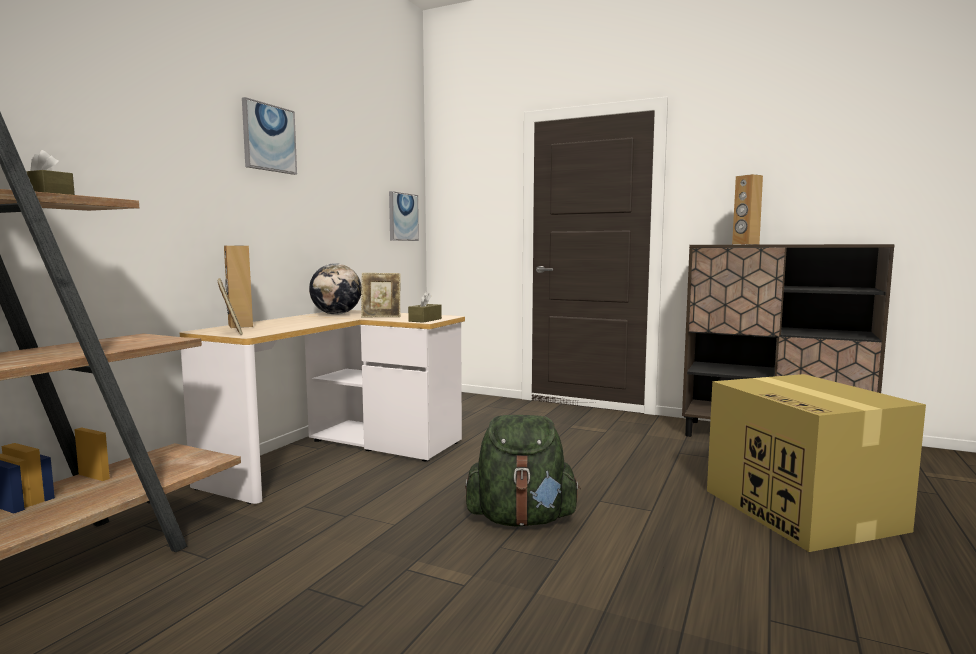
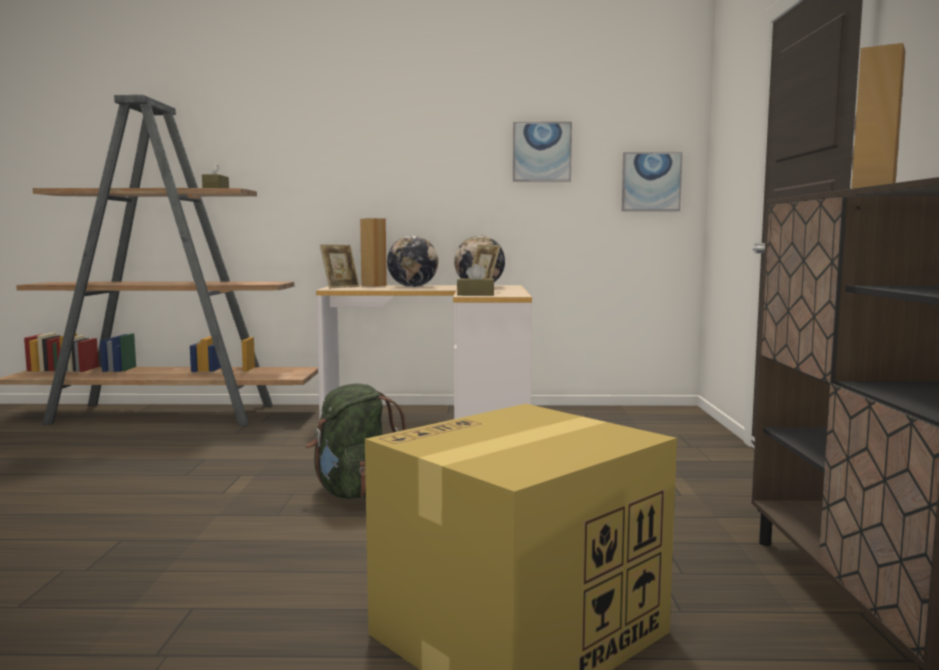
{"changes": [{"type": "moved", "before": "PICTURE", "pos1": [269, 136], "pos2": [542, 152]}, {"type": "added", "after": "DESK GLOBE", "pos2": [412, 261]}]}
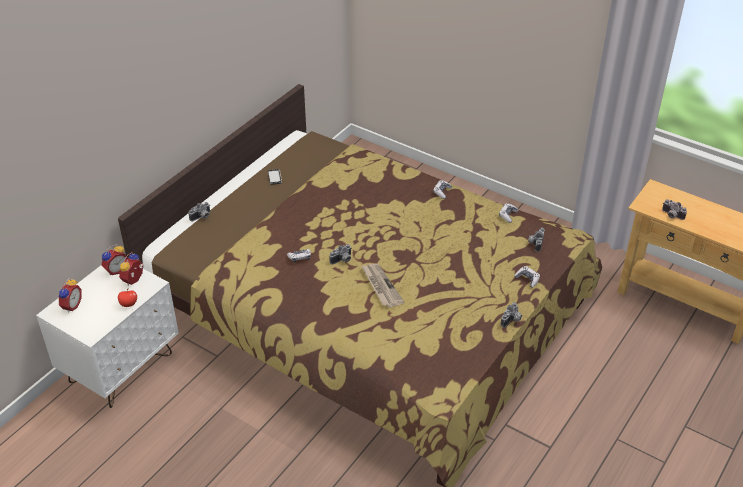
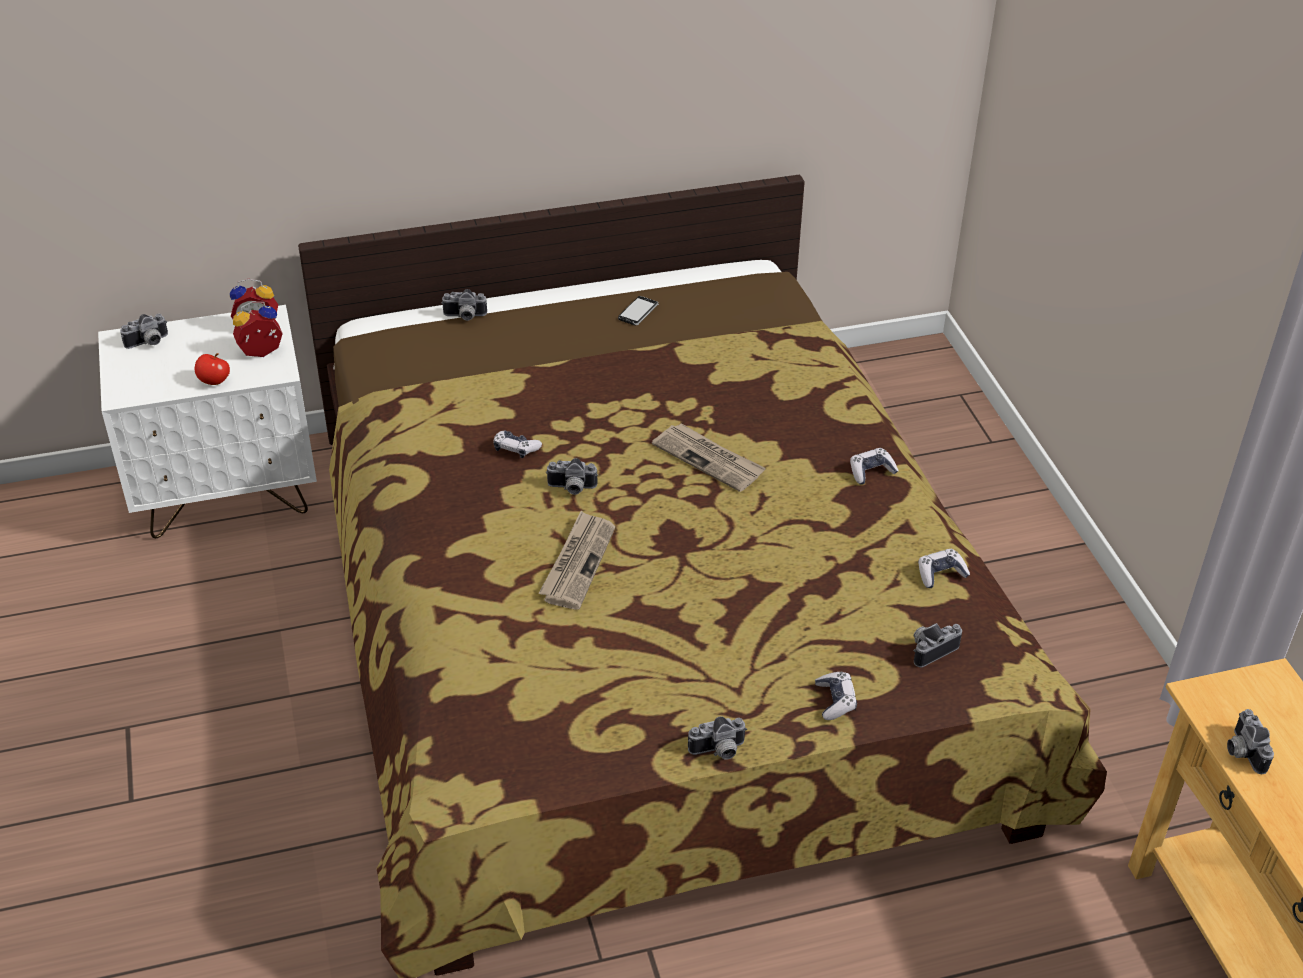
{"changes": [{"type": "replaced", "before": "ALARM CLOCK", "after": "PHOTO CAMERA", "pos1": [69, 295], "pos2": [144, 331]}, {"type": "added", "after": "PRINTED PAPER", "pos2": [709, 457]}]}
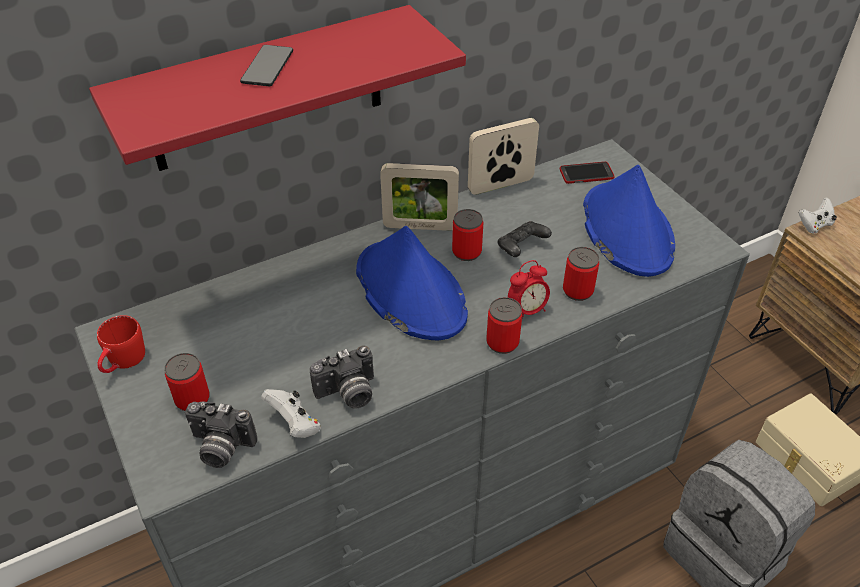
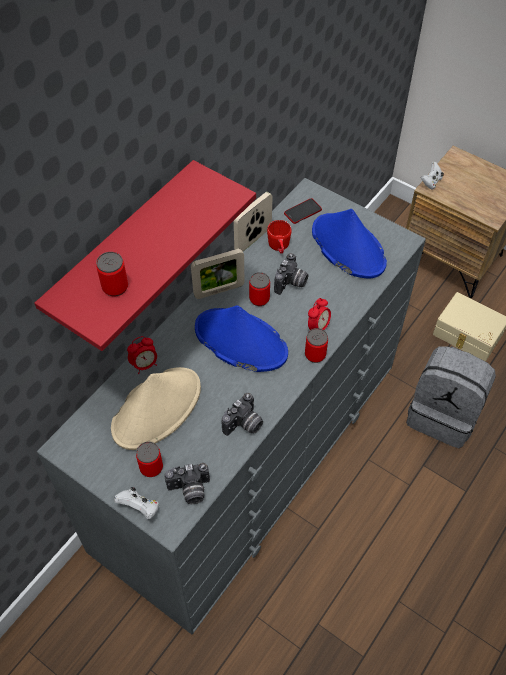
{"changes": [{"type": "removed", "before": "TELEPHONE", "pos1": [266, 66]}, {"type": "replaced", "before": "BLACK GAME CONTROLLER", "after": "PHOTO CAMERA", "pos1": [525, 239], "pos2": [291, 274]}, {"type": "moved", "before": "METAL CAN", "pos1": [581, 274], "pos2": [112, 274]}, {"type": "moved", "before": "REDDISH COFFEE MUG", "pos1": [121, 344], "pos2": [279, 237]}, {"type": "moved", "before": "WHITISH GAME CONTROLLER", "pos1": [291, 413], "pos2": [136, 503]}, {"type": "added", "after": "ALARM CLOCK", "pos2": [142, 355]}, {"type": "added", "after": "BEIGE HAT", "pos2": [156, 408]}]}
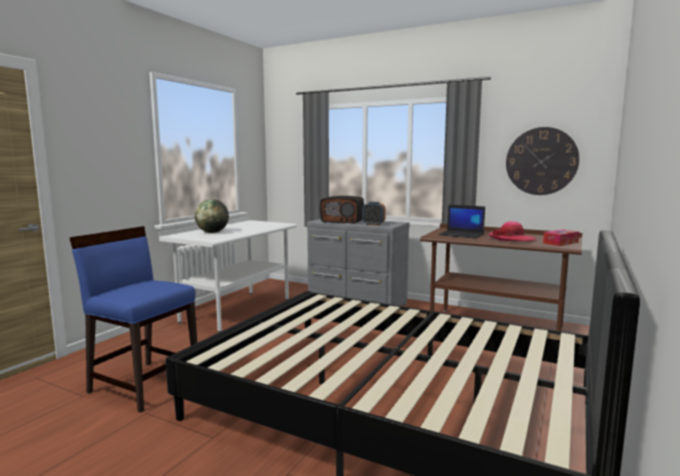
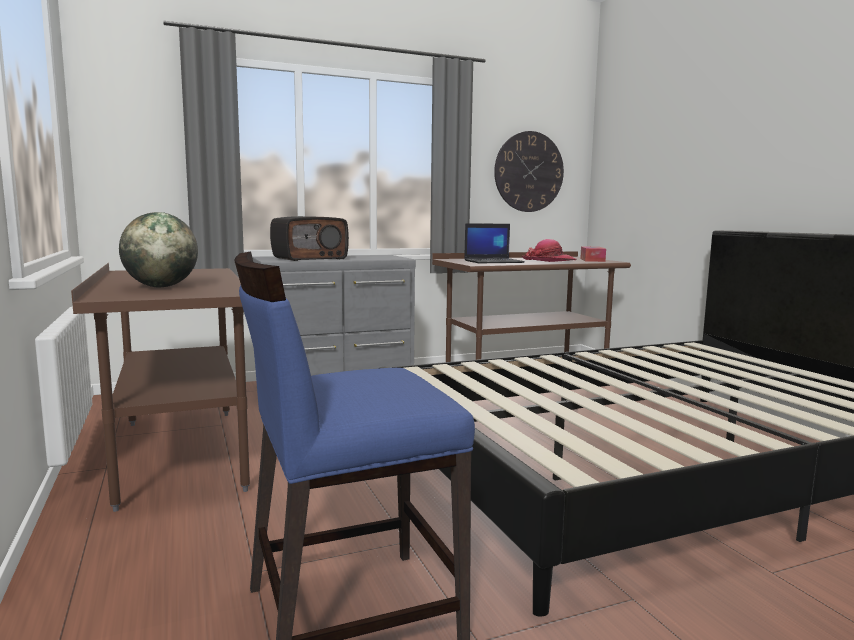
{"changes": [{"type": "removed", "before": "ALARM CLOCK", "pos1": [374, 213]}, {"type": "recoloured", "before": "WHITISH DESK", "after": "BROWNISH DESK", "pos1": [228, 274], "pos2": [160, 387]}]}
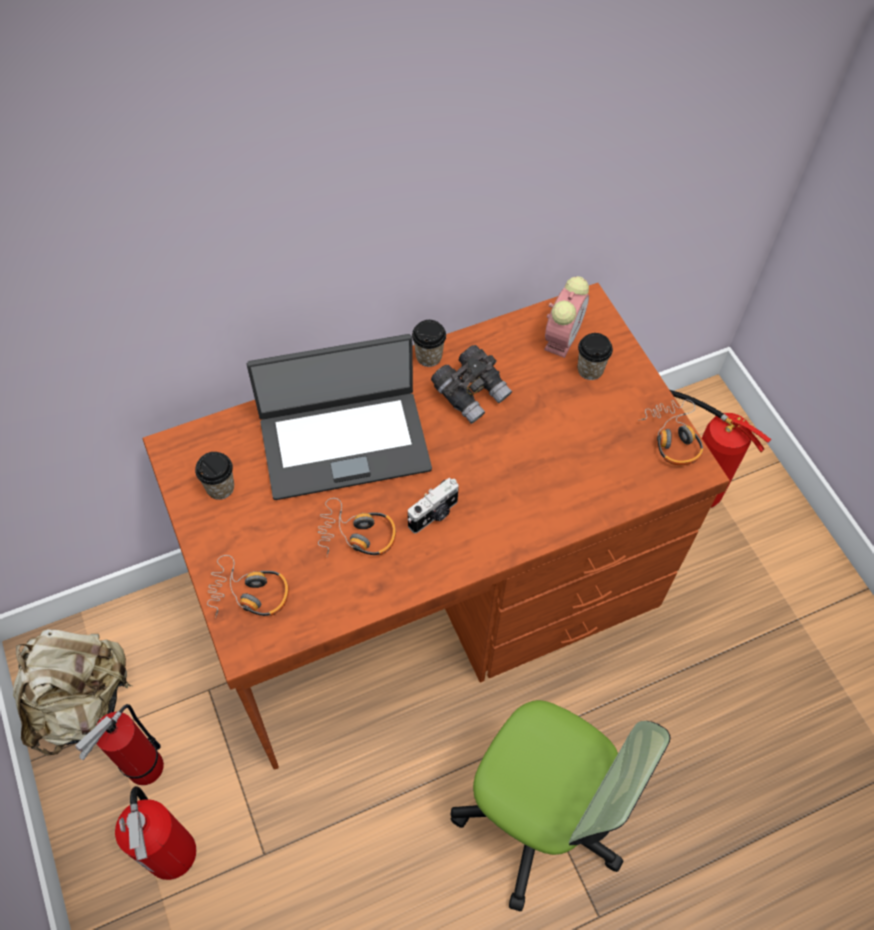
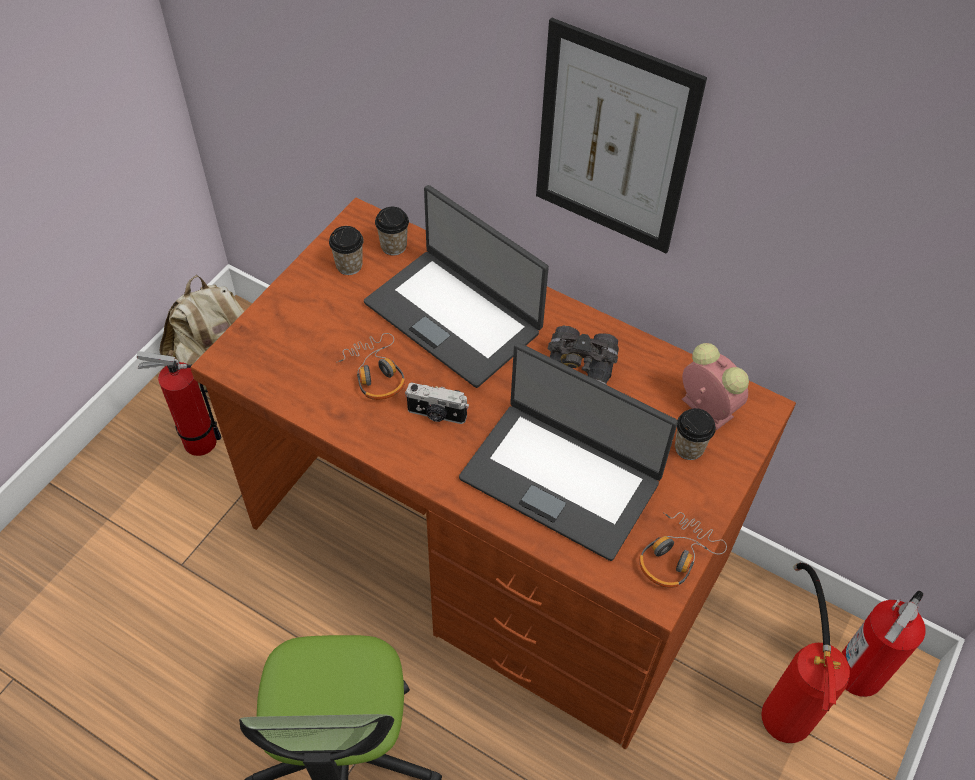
{"changes": [{"type": "turned", "before": "ALARM CLOCK", "pos1": [566, 317], "pos2": [715, 386], "turn": -120}, {"type": "moved", "before": "CUP", "pos1": [429, 343], "pos2": [392, 231]}, {"type": "removed", "before": "HEADSET", "pos1": [248, 586]}, {"type": "moved", "before": "FIRE EXTINGUISHER", "pos1": [155, 833], "pos2": [883, 644]}, {"type": "added", "after": "PICTURE", "pos2": [621, 135]}, {"type": "added", "after": "NOTEBOOK COMPUTER", "pos2": [568, 452]}]}
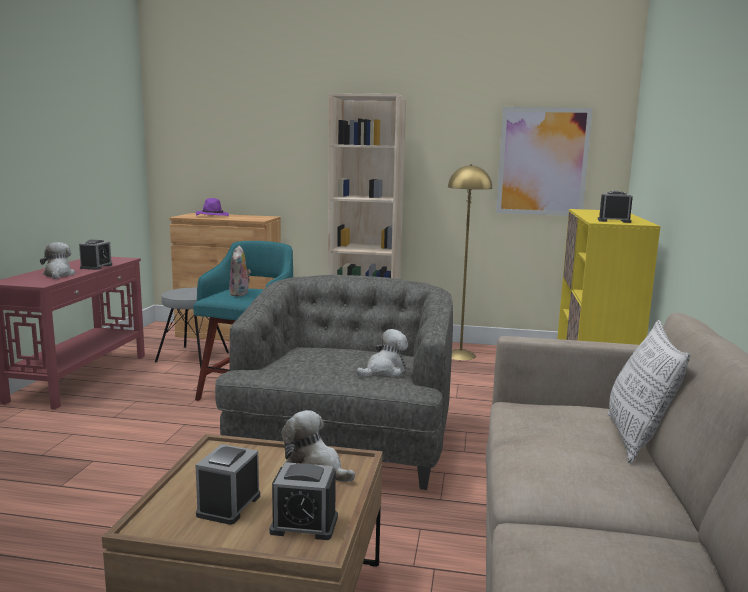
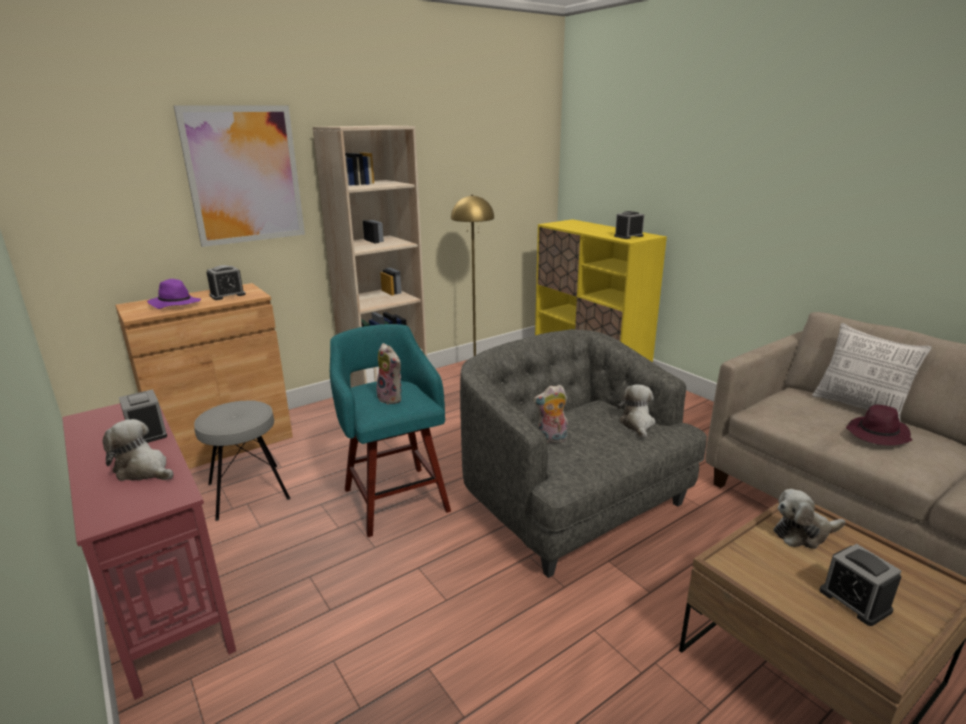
{"changes": [{"type": "moved", "before": "PICTURE", "pos1": [544, 161], "pos2": [239, 176]}, {"type": "moved", "before": "ALARM CLOCK", "pos1": [303, 501], "pos2": [226, 282]}, {"type": "added", "after": "PLUSH TOY", "pos2": [550, 414]}, {"type": "added", "after": "PURPLE HAT", "pos2": [879, 425]}]}
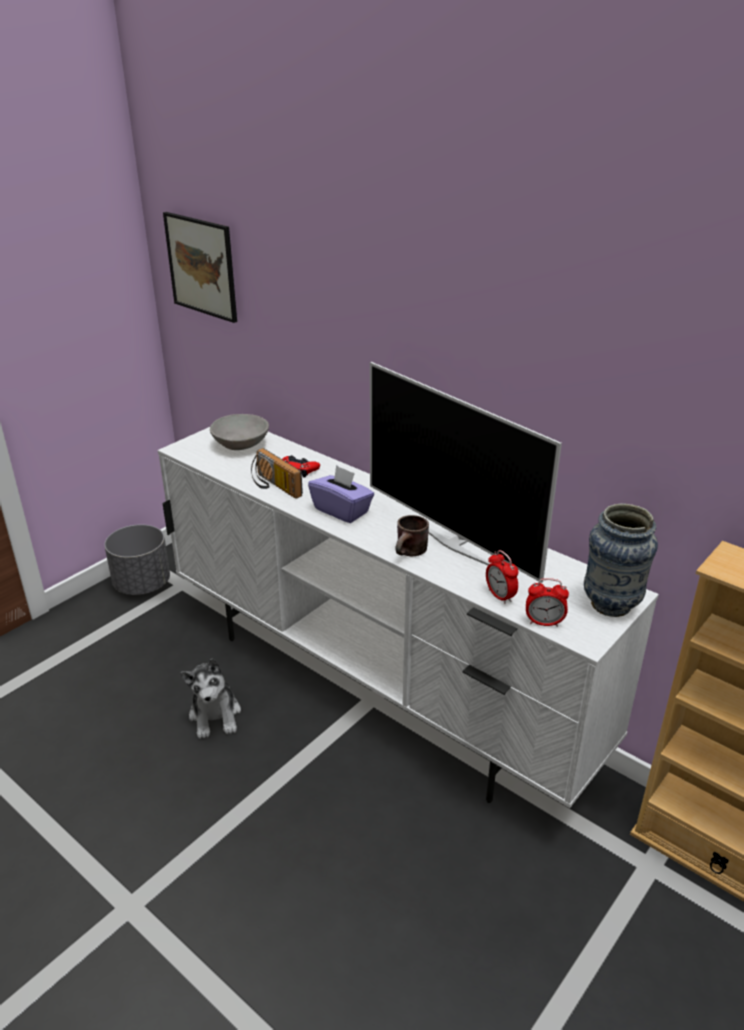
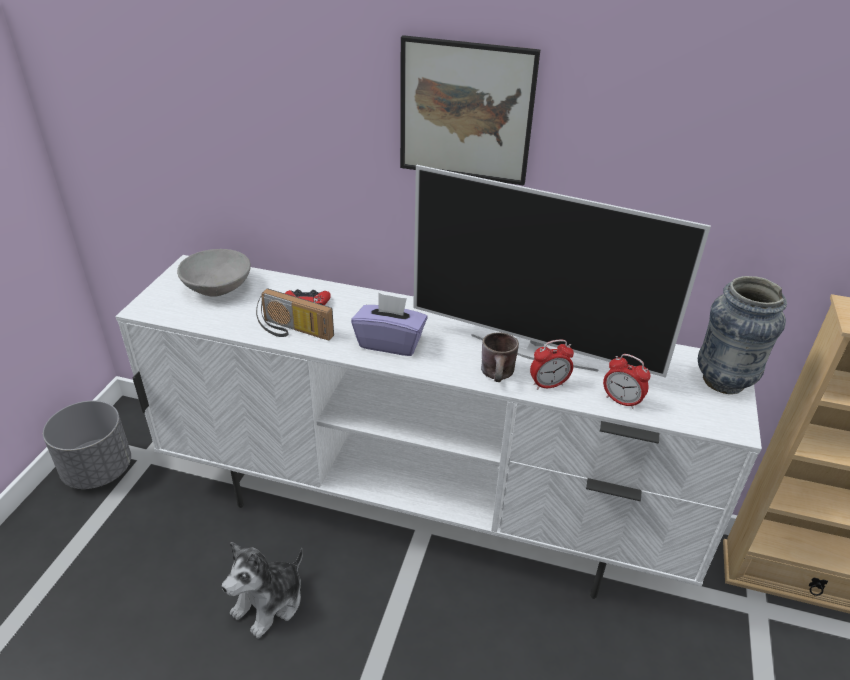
{"changes": [{"type": "moved", "before": "PICTURE", "pos1": [200, 267], "pos2": [470, 110]}, {"type": "moved", "before": "ALARM CLOCK", "pos1": [547, 602], "pos2": [552, 364]}, {"type": "turned", "before": "PLUSH TOY", "pos1": [210, 698], "pos2": [262, 590], "turn": 75}]}
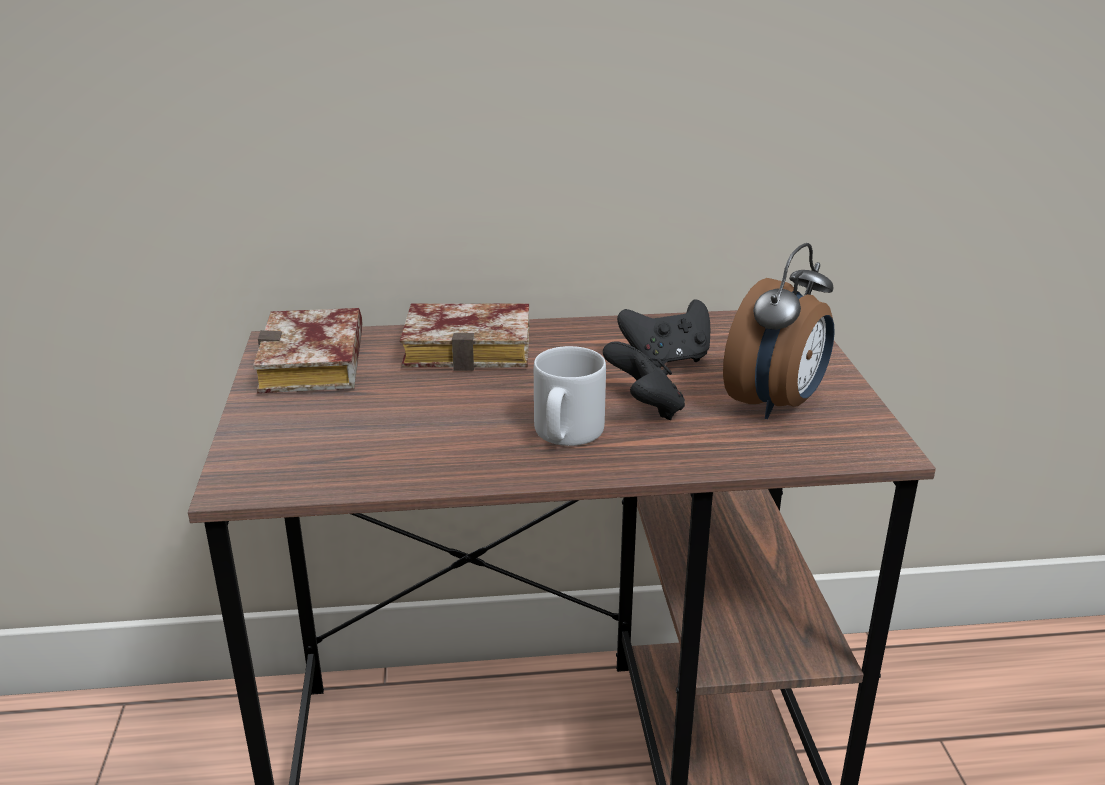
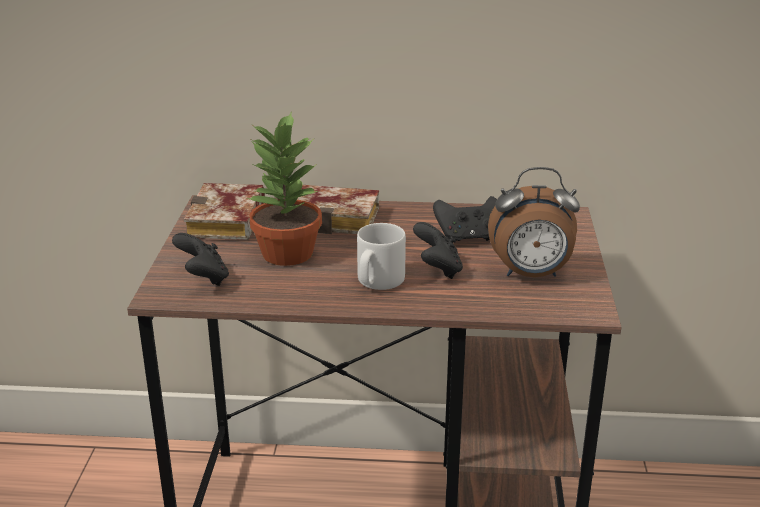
{"changes": [{"type": "turned", "before": "ALARM CLOCK", "pos1": [779, 331], "pos2": [534, 222], "turn": 45}, {"type": "added", "after": "PLANT IN A POT", "pos2": [284, 188]}, {"type": "added", "after": "BLACK GAME CONTROLLER", "pos2": [200, 259]}]}
